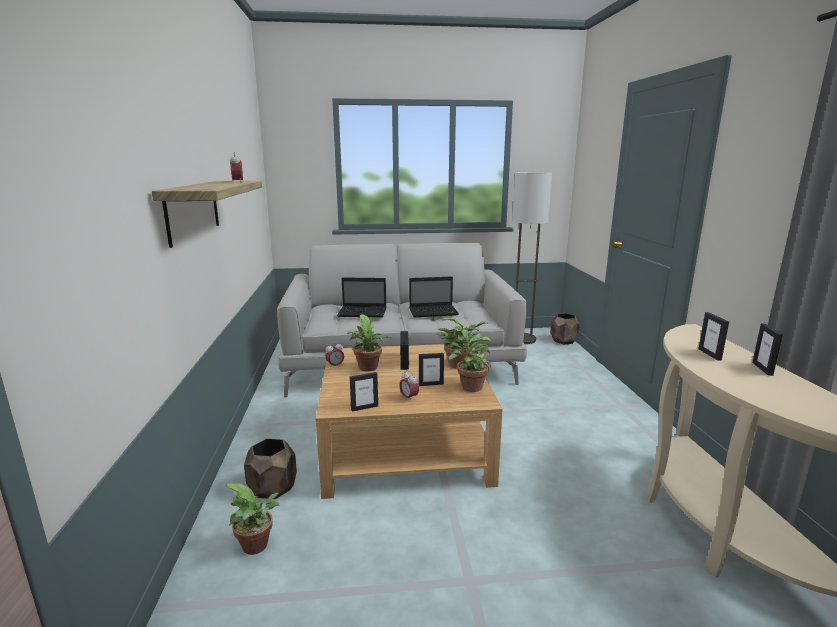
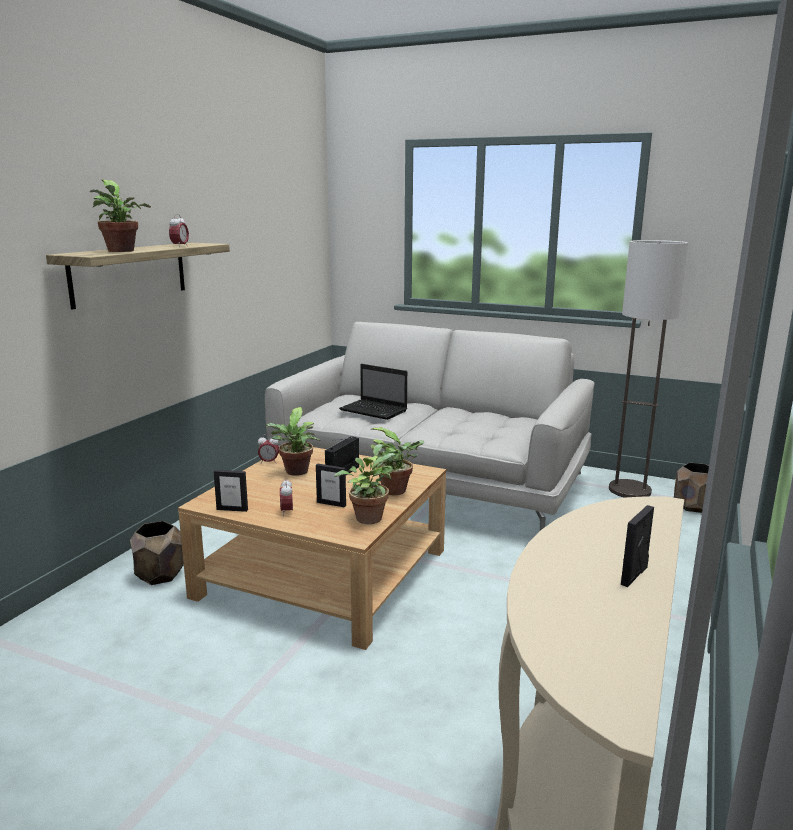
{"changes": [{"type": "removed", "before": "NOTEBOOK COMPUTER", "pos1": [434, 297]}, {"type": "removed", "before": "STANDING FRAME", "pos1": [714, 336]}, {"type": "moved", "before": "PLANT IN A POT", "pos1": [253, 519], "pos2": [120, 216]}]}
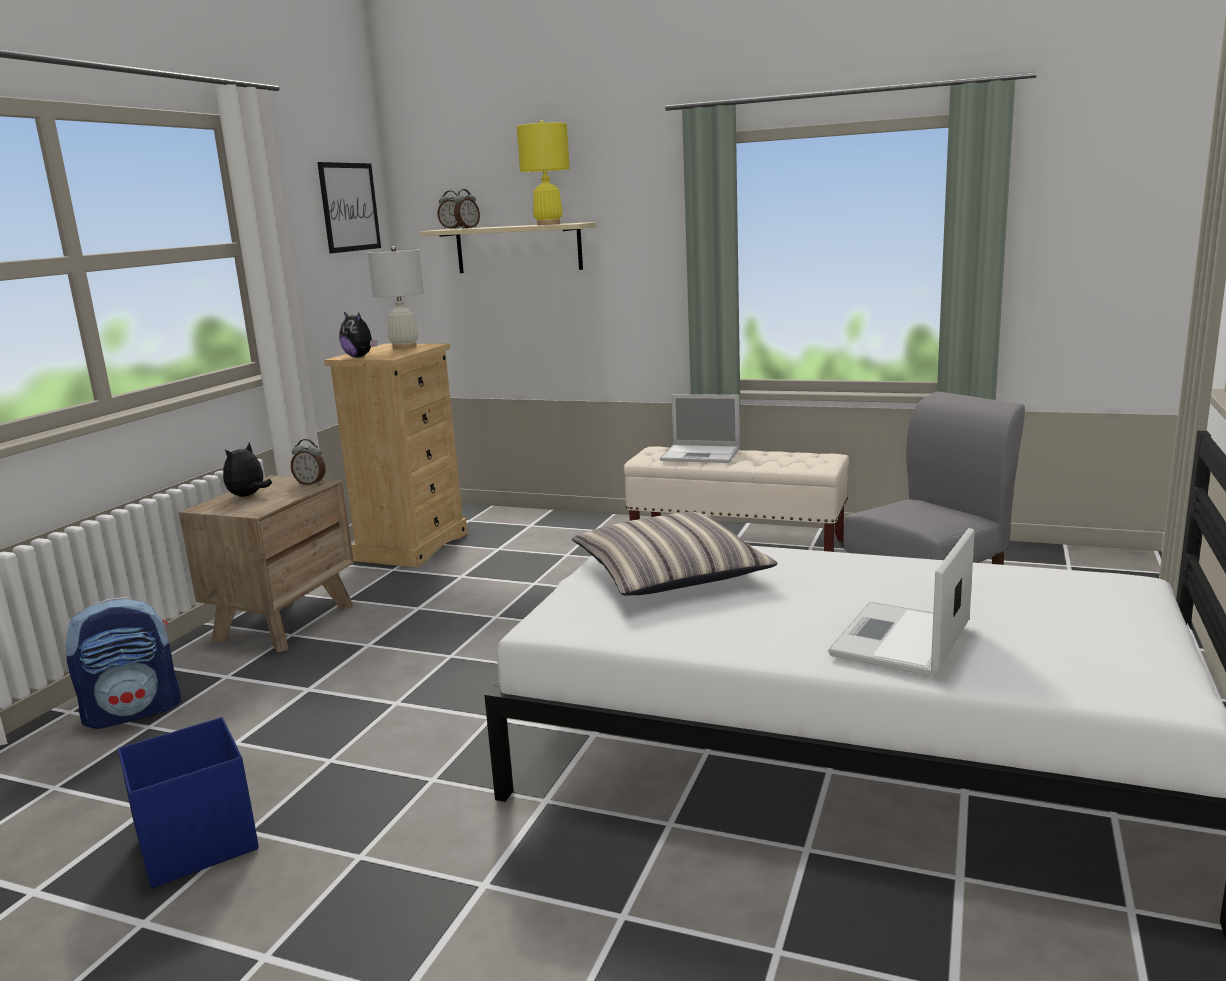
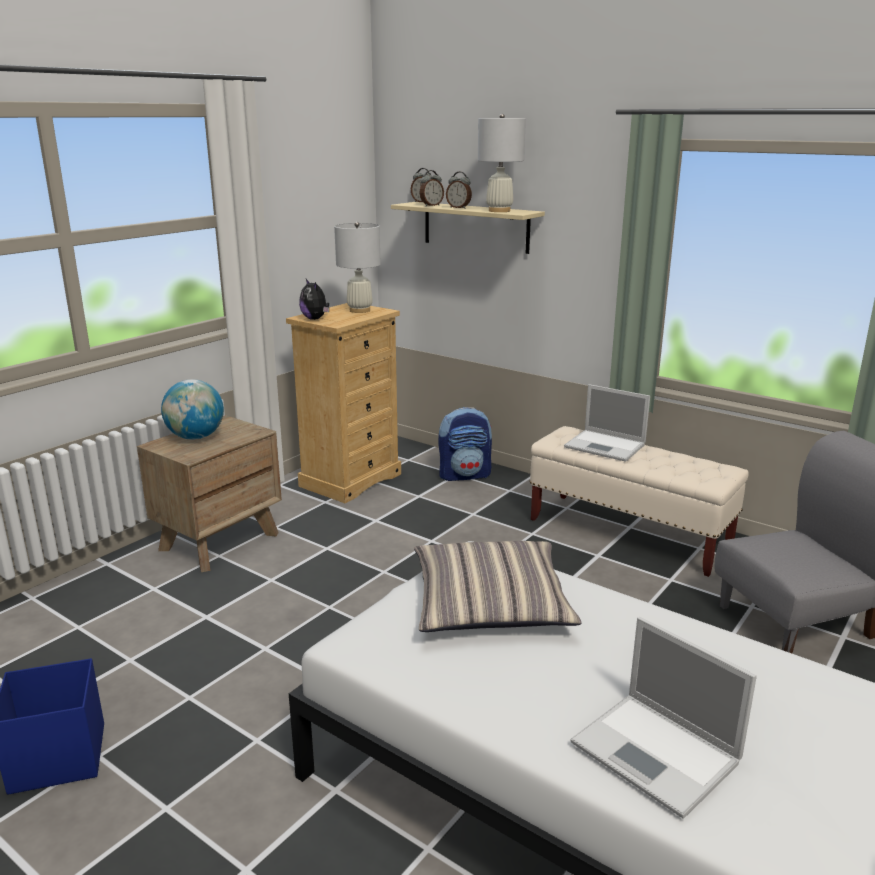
{"changes": [{"type": "recoloured", "before": "YELLOWISH TABLE LAMP", "after": "WHITISH TABLE LAMP", "pos1": [543, 172], "pos2": [502, 163]}, {"type": "removed", "before": "PICTURE", "pos1": [349, 207]}, {"type": "moved", "before": "ALARM CLOCK", "pos1": [308, 462], "pos2": [459, 190]}, {"type": "replaced", "before": "PLUSH TOY", "after": "DESK GLOBE", "pos1": [247, 469], "pos2": [192, 409]}, {"type": "turned", "before": "NOTEBOOK COMPUTER", "pos1": [901, 602], "pos2": [664, 718], "turn": -90}, {"type": "moved", "before": "RUCKSACK", "pos1": [123, 663], "pos2": [465, 444]}]}
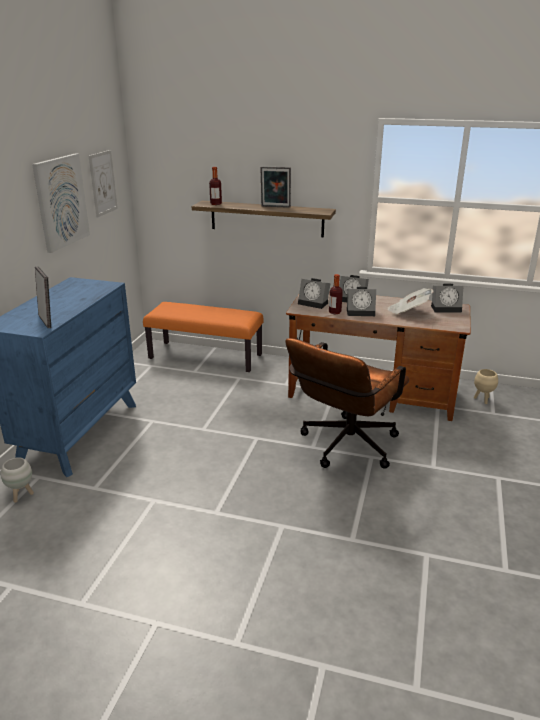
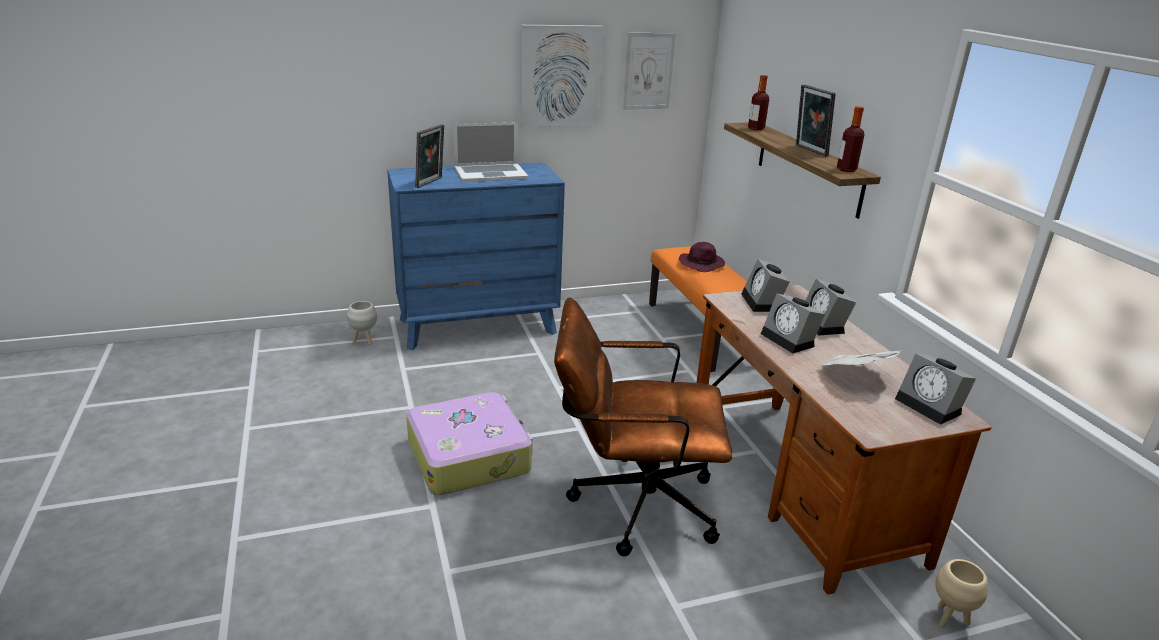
{"changes": [{"type": "moved", "before": "DRINK BOTTLE", "pos1": [336, 294], "pos2": [851, 139]}, {"type": "added", "after": "NOTEBOOK COMPUTER", "pos2": [490, 152]}, {"type": "added", "after": "PURPLE HAT", "pos2": [702, 257]}, {"type": "added", "after": "TRAVEL CASE", "pos2": [469, 443]}]}
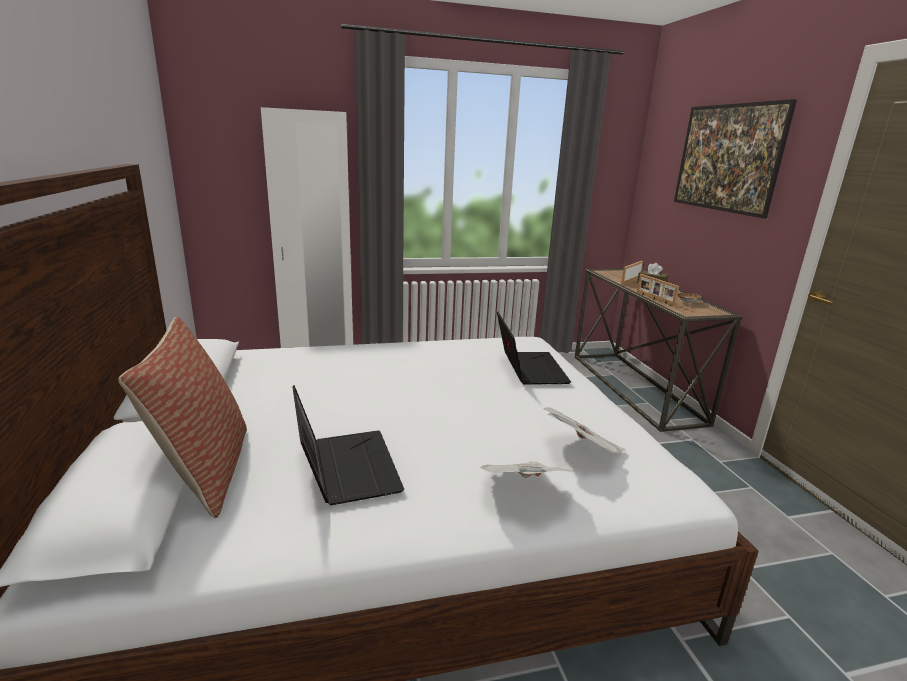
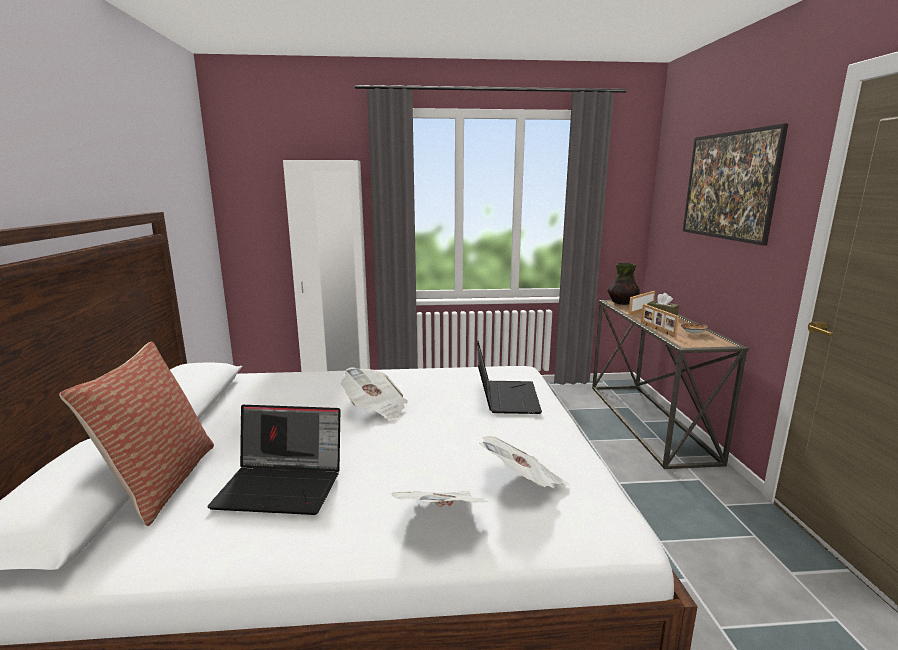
{"changes": [{"type": "turned", "before": "NOTEBOOK COMPUTER", "pos1": [348, 445], "pos2": [273, 460], "turn": 105}, {"type": "added", "after": "VASE", "pos2": [624, 284]}, {"type": "added", "after": "PRINTED PAPER", "pos2": [374, 394]}]}
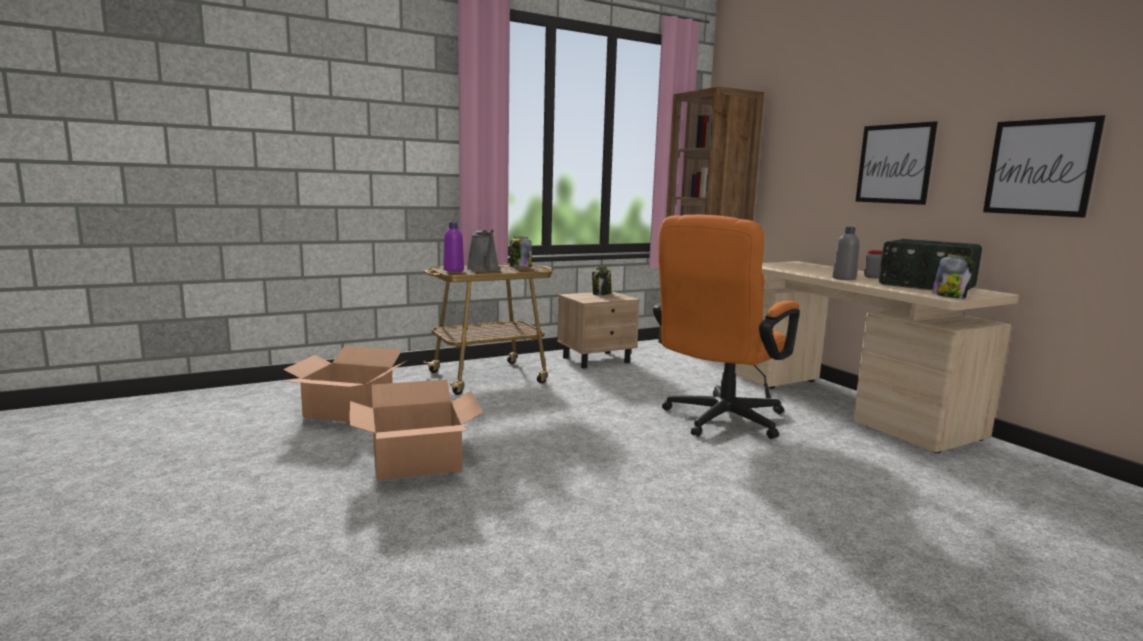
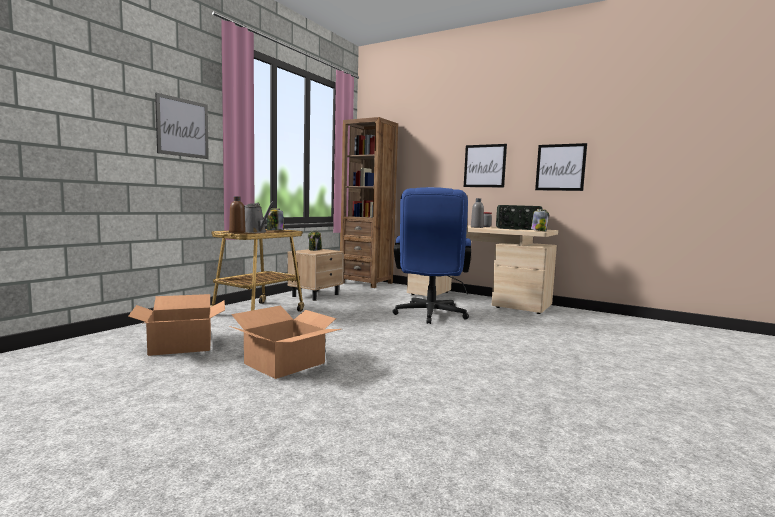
{"changes": [{"type": "recoloured", "before": "ORANGE-COLOURED OFFICE CHAIR", "after": "BLUE-COLOURED OFFICE CHAIR", "pos1": [726, 327], "pos2": [432, 255]}, {"type": "recoloured", "before": "PURPLE DRINK BOTTLE", "after": "BROWNISH DRINK BOTTLE", "pos1": [453, 246], "pos2": [237, 214]}, {"type": "added", "after": "PICTURE", "pos2": [182, 126]}]}
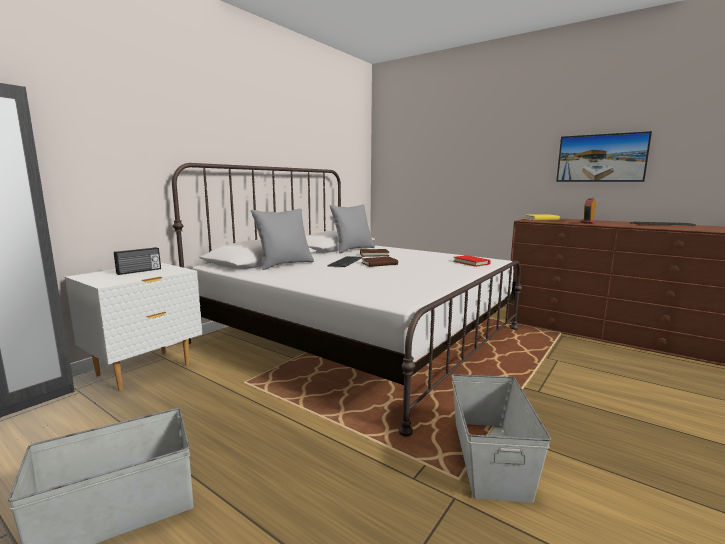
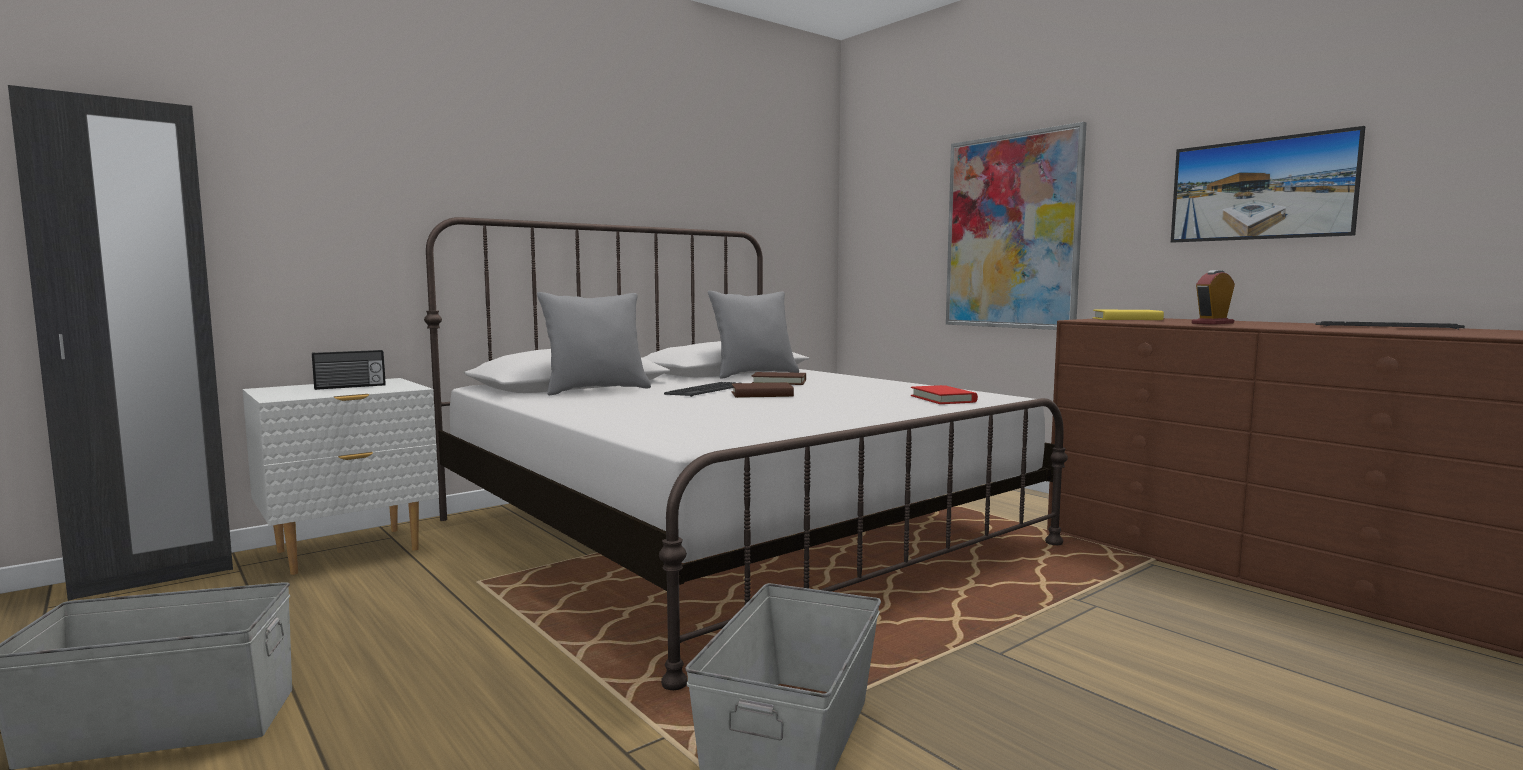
{"changes": [{"type": "added", "after": "PICTURE", "pos2": [1016, 226]}]}
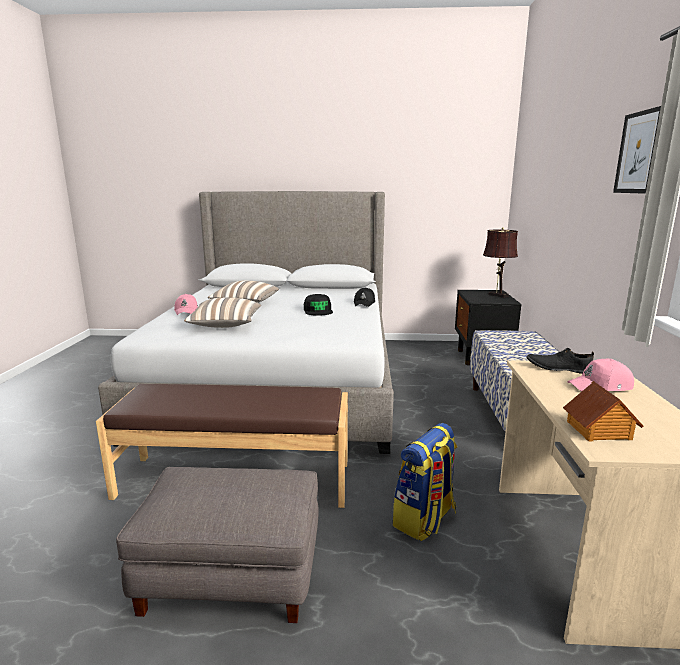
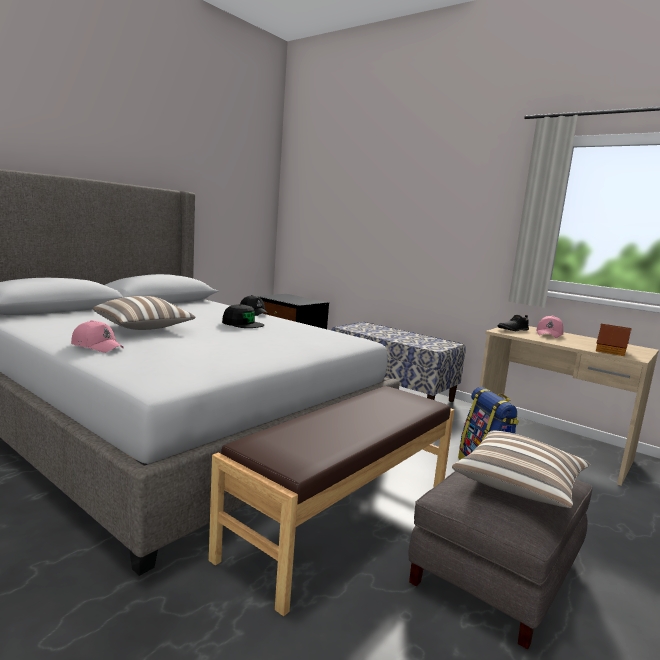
{"changes": [{"type": "removed", "before": "PICTURE", "pos1": [637, 150]}, {"type": "removed", "before": "BROWNISH TABLE LAMP", "pos1": [500, 262]}, {"type": "moved", "before": "THROW PILLOW", "pos1": [222, 313], "pos2": [521, 469]}]}
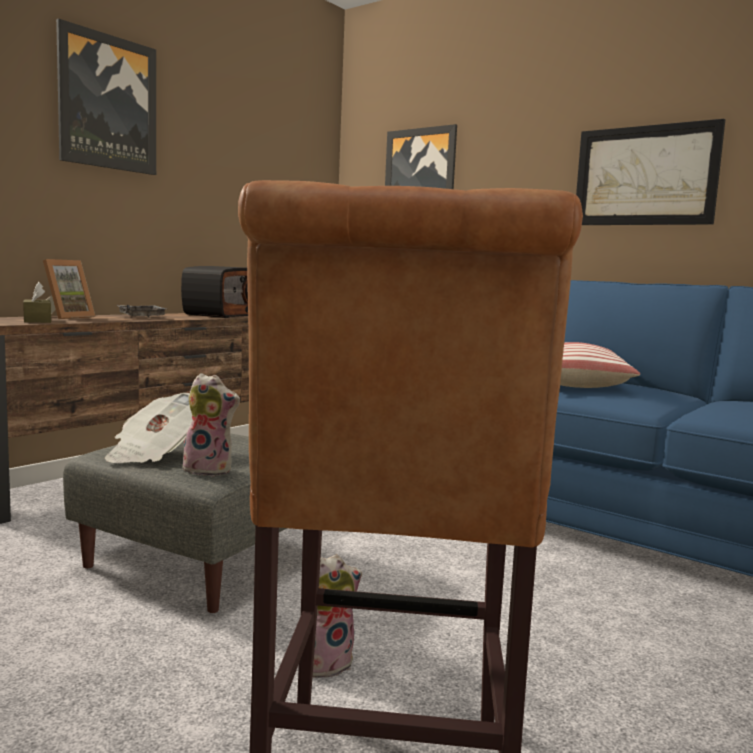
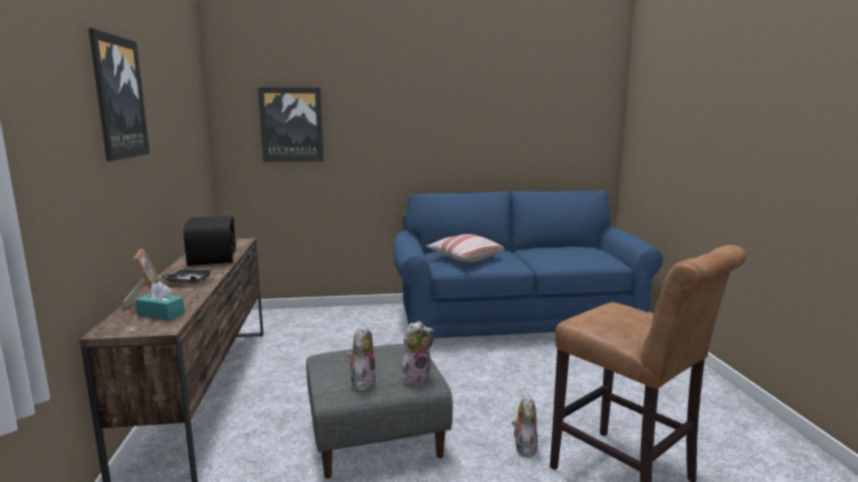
{"changes": [{"type": "removed", "before": "PICTURE", "pos1": [650, 172]}, {"type": "recoloured", "before": "BROWNISH TISSUE BOX", "after": "TURQUOISE-COLOURED TISSUE BOX", "pos1": [37, 302], "pos2": [160, 301]}, {"type": "replaced", "before": "PRINTED PAPER", "after": "PLUSH TOY", "pos1": [149, 428], "pos2": [362, 357]}]}
